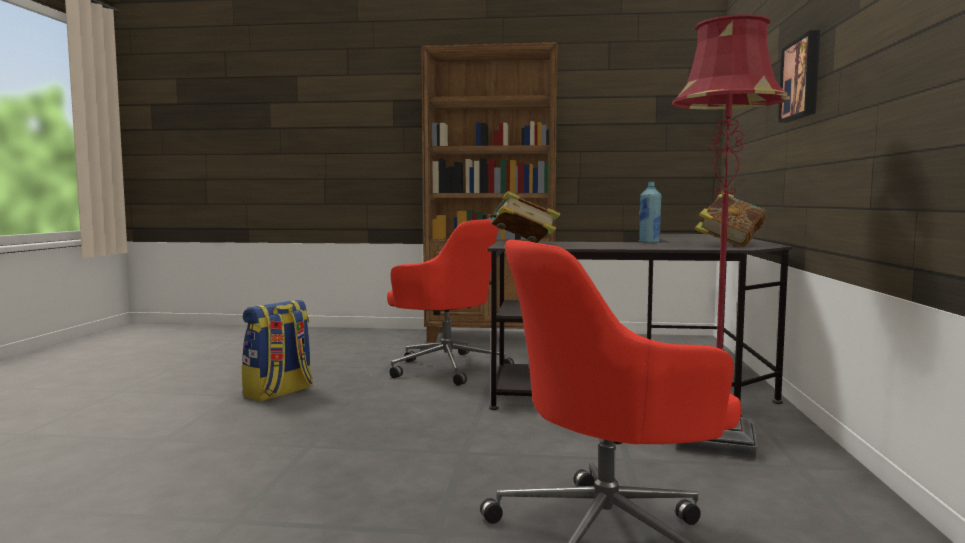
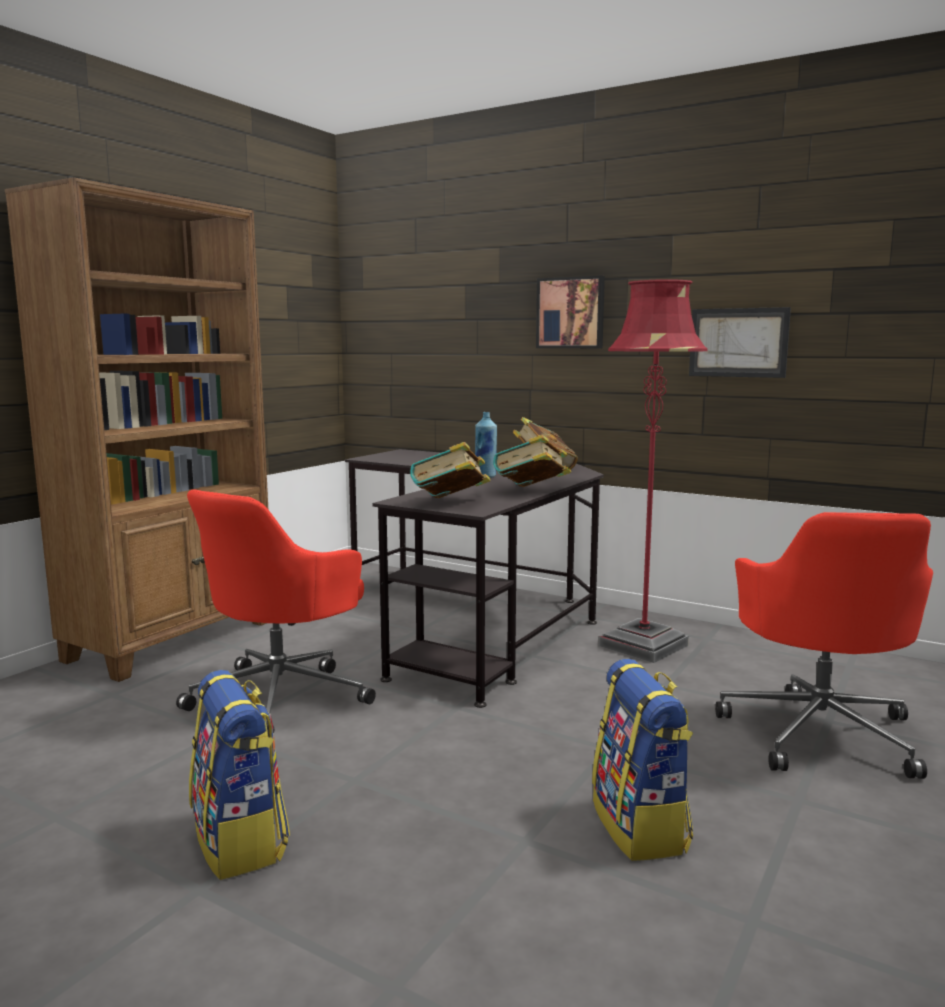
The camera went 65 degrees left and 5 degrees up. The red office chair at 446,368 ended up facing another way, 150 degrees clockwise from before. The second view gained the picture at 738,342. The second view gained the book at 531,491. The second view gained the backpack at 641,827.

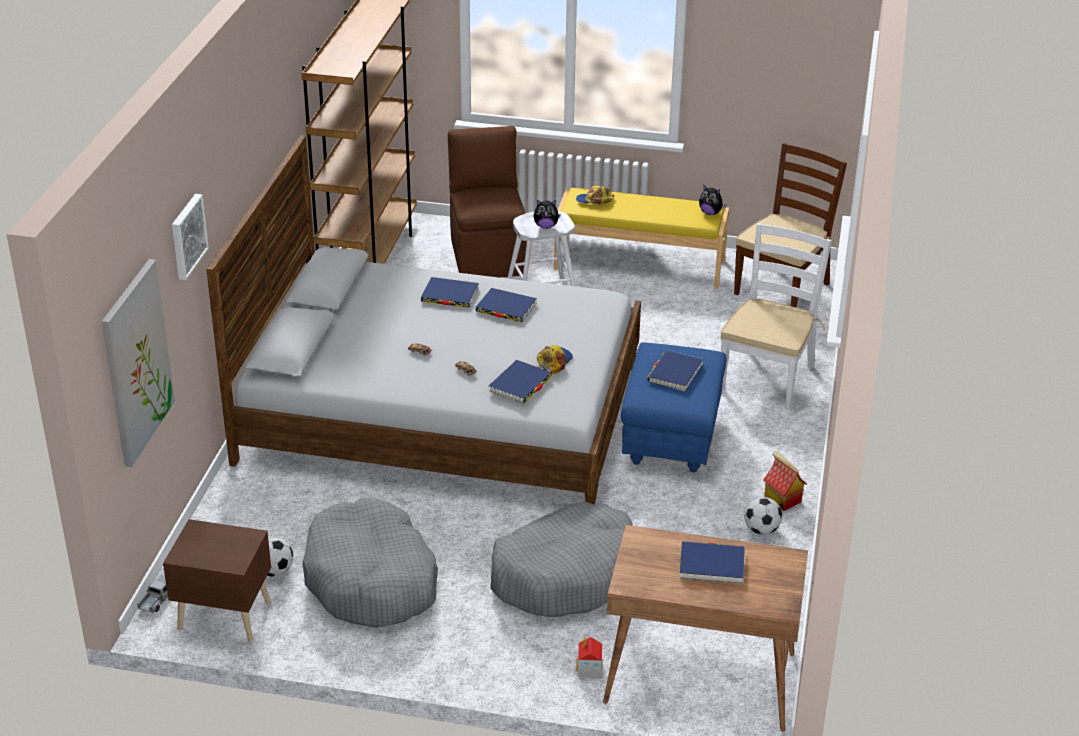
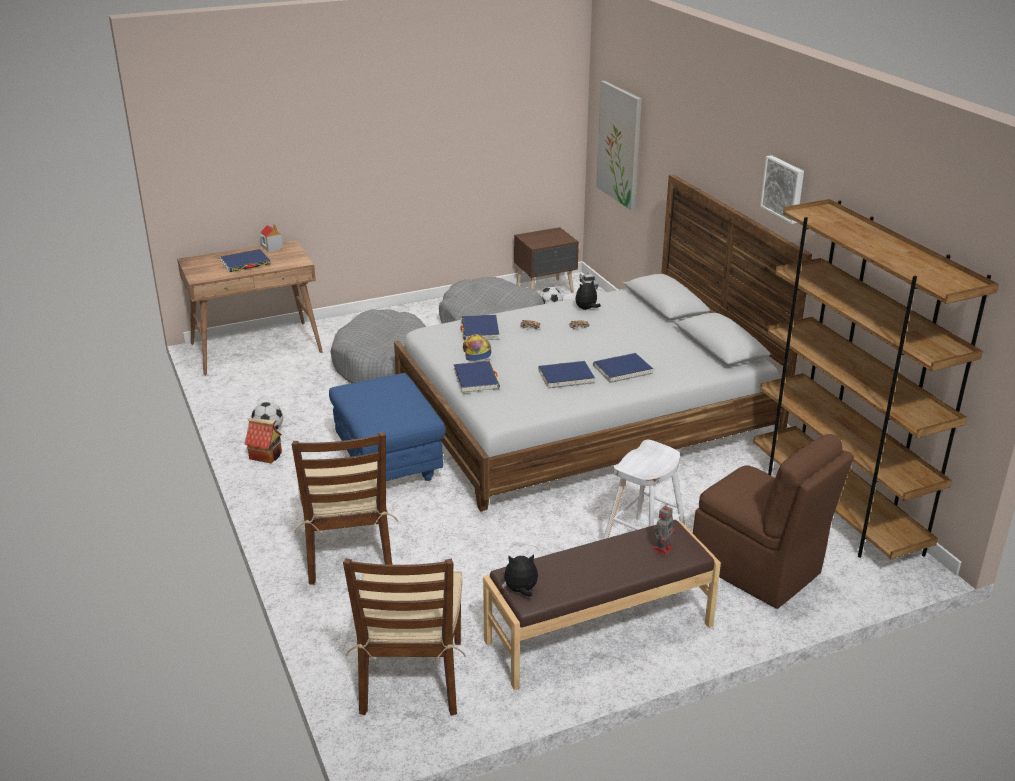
The camera went 145 degrees right and 5 degrees down. Where the cap stood at 594,200, the toy robot came to stand at 663,548. What was the yellow bench at 639,264 turned into the brown bench at 600,634. The picture ended up elsewhere, having gone from 187,236 to 784,188. The plush toy ended up elsewhere, having gone from 546,226 to 586,309. What was the white chair at 767,377 turned into the brown chair at 348,552. The blue book ended up elsewhere, having gone from 675,373 to 476,379. The toy house ended up elsewhere, having gone from 589,669 to 272,247.

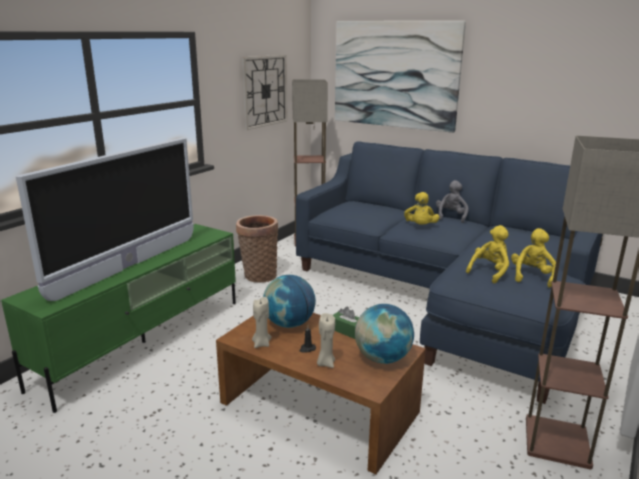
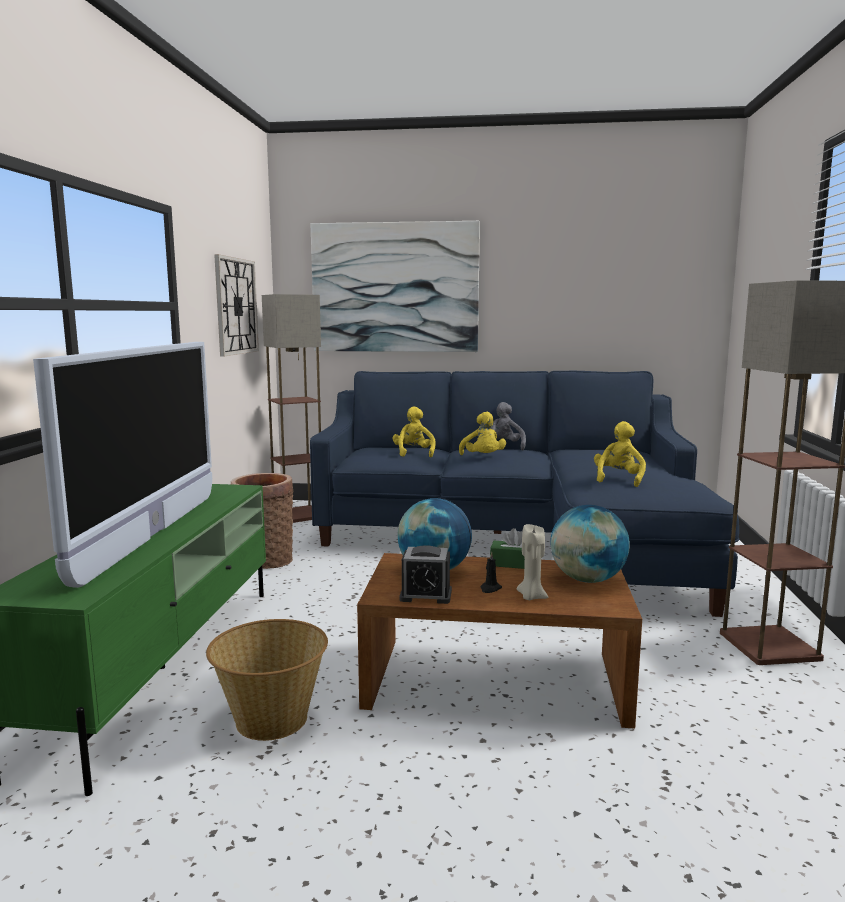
The camera went 25 degrees left and 10 degrees down. The yellow plush toy ended up elsewhere, having gone from 531,276 to 413,453. Where the beige candle stood at 261,344, the alarm clock came to stand at 426,595. The second view gained the basket at 271,720.

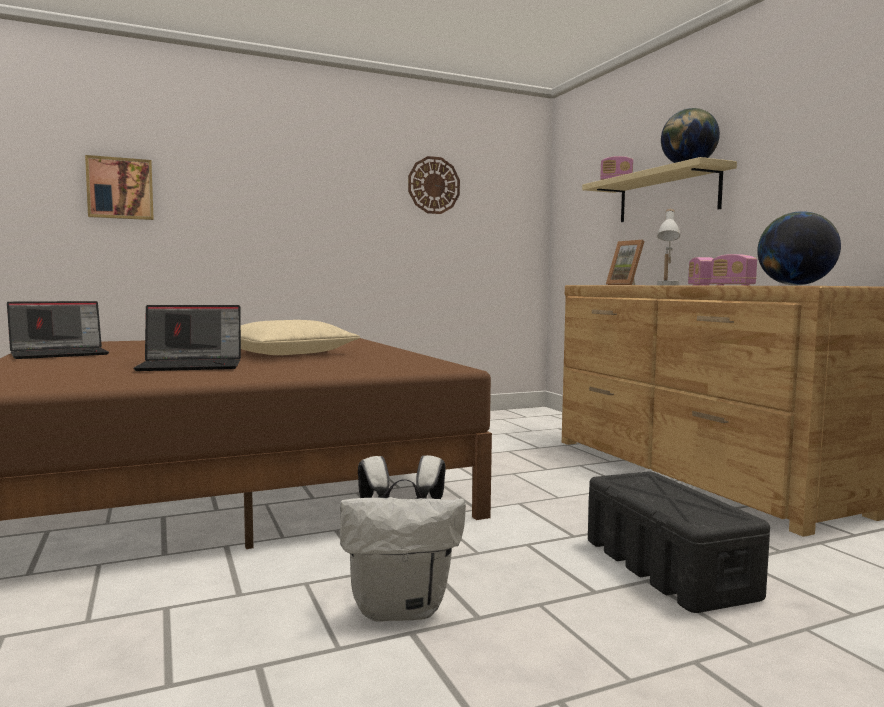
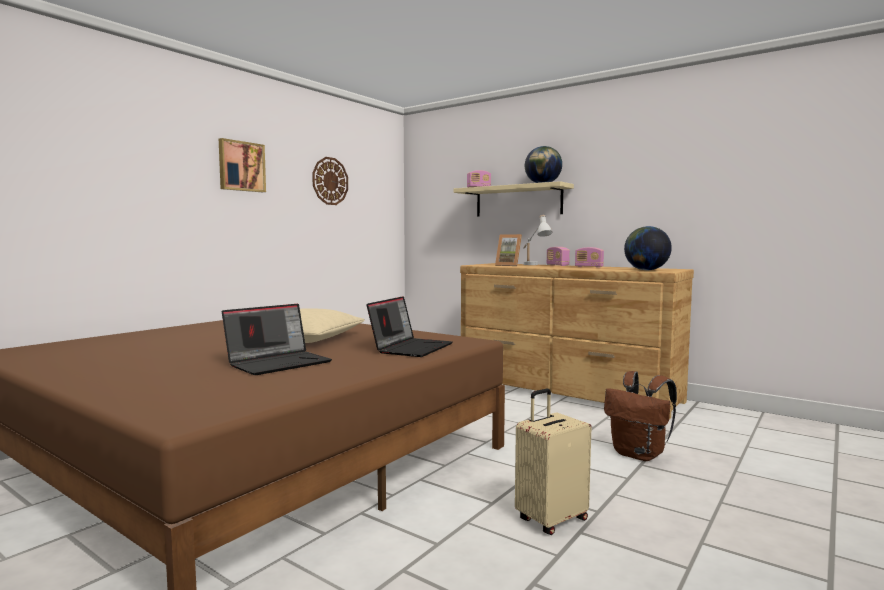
The camera went 30 degrees left and 0 degrees up. The picture ended up elsewhere, having gone from 120,188 to 241,166. The laptop ended up elsewhere, having gone from 61,354 to 411,348. Where the white backpack stood at 401,608, the beige suitcase came to stand at 550,519. Where the black storage box stood at 668,568, the brown backpack came to stand at 639,454.

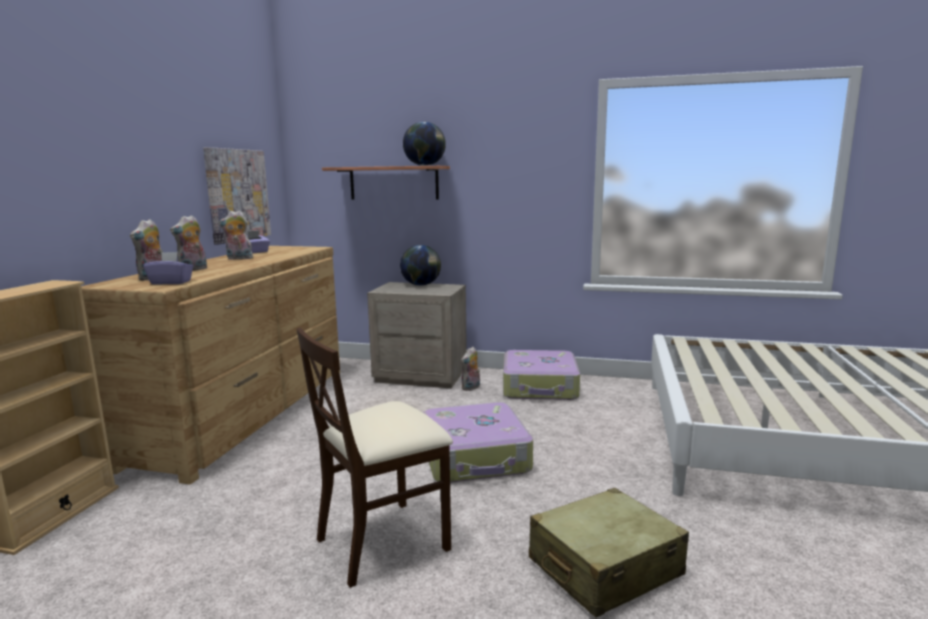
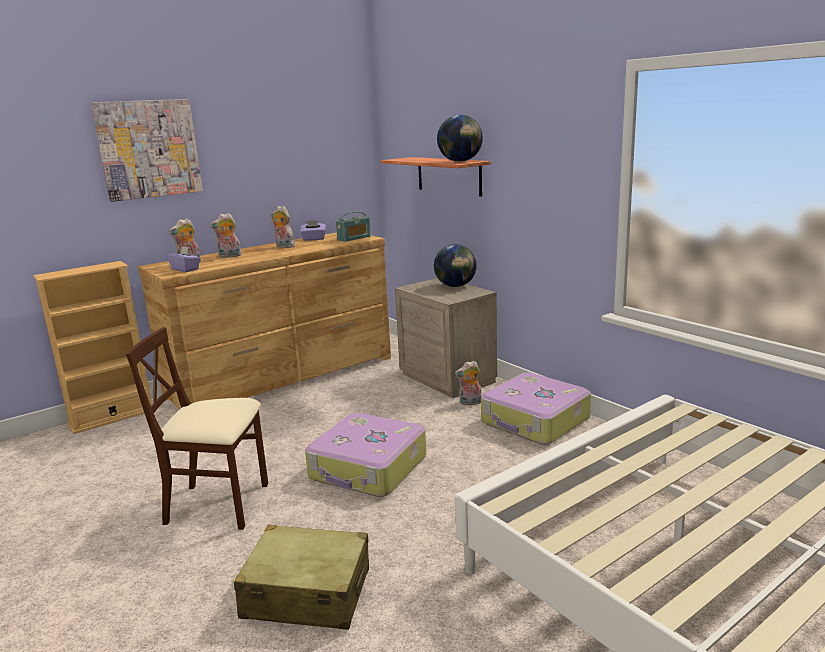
The camera went 40 degrees right and 5 degrees up. The picture ended up elsewhere, having gone from 237,195 to 149,149. The second view gained the radio at 354,238.

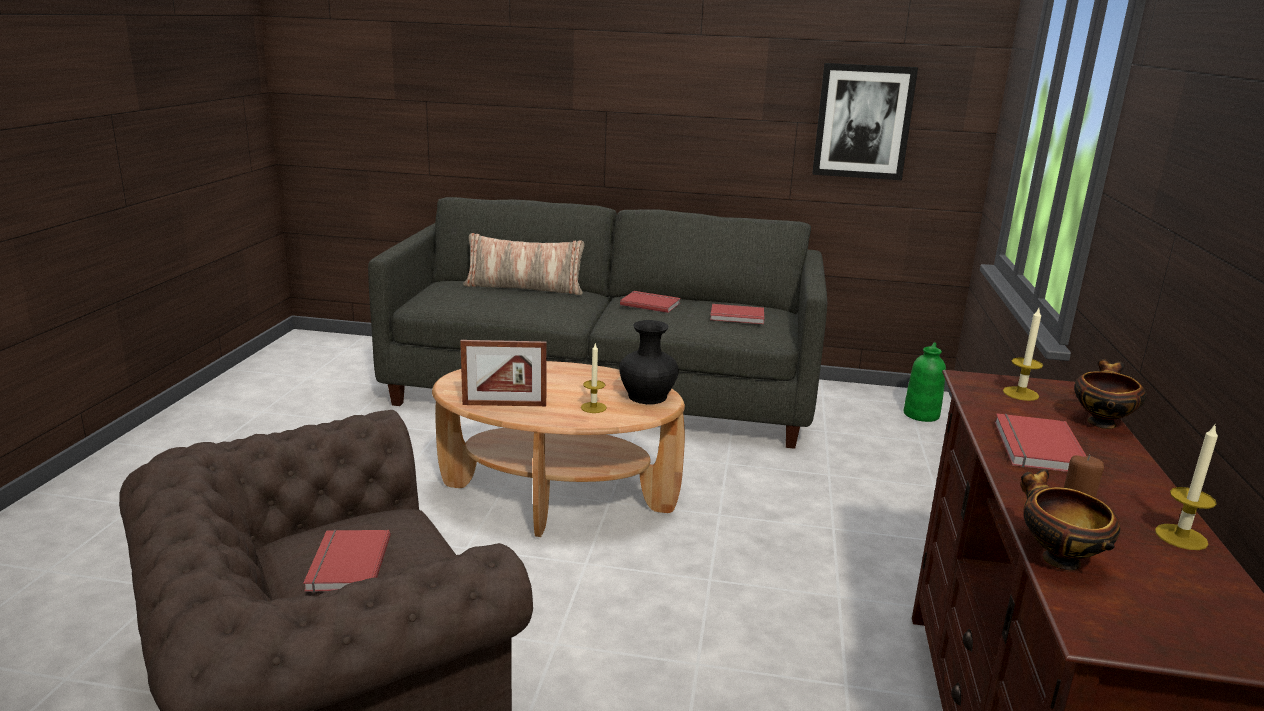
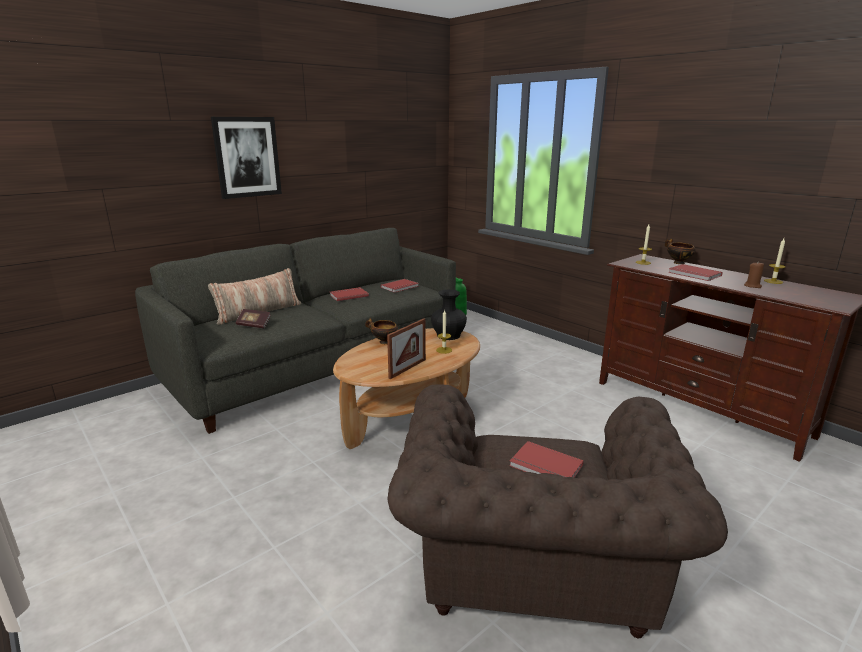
The camera went 50 degrees left and 0 degrees up. The picture ended up elsewhere, having gone from 863,122 to 247,157. The bowl ended up elsewhere, having gone from 1057,558 to 383,342. The second view gained the book at 254,325.

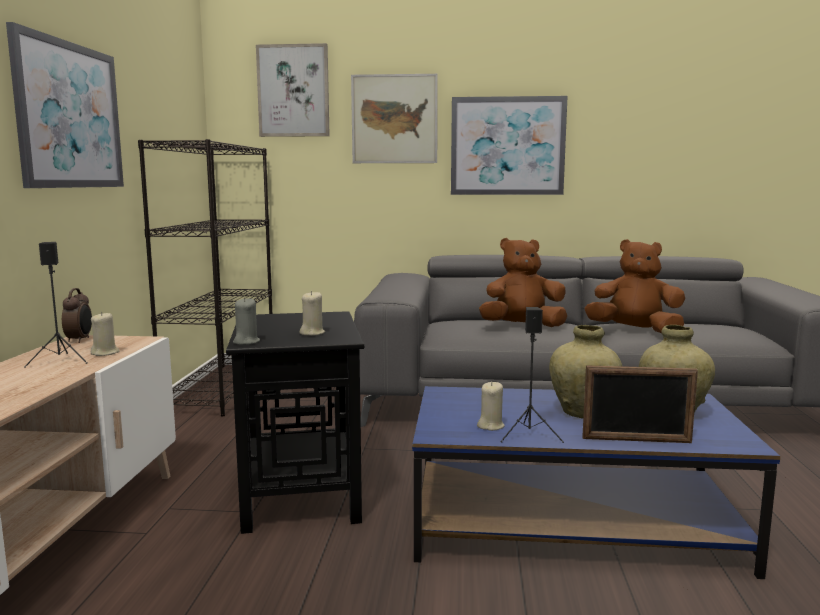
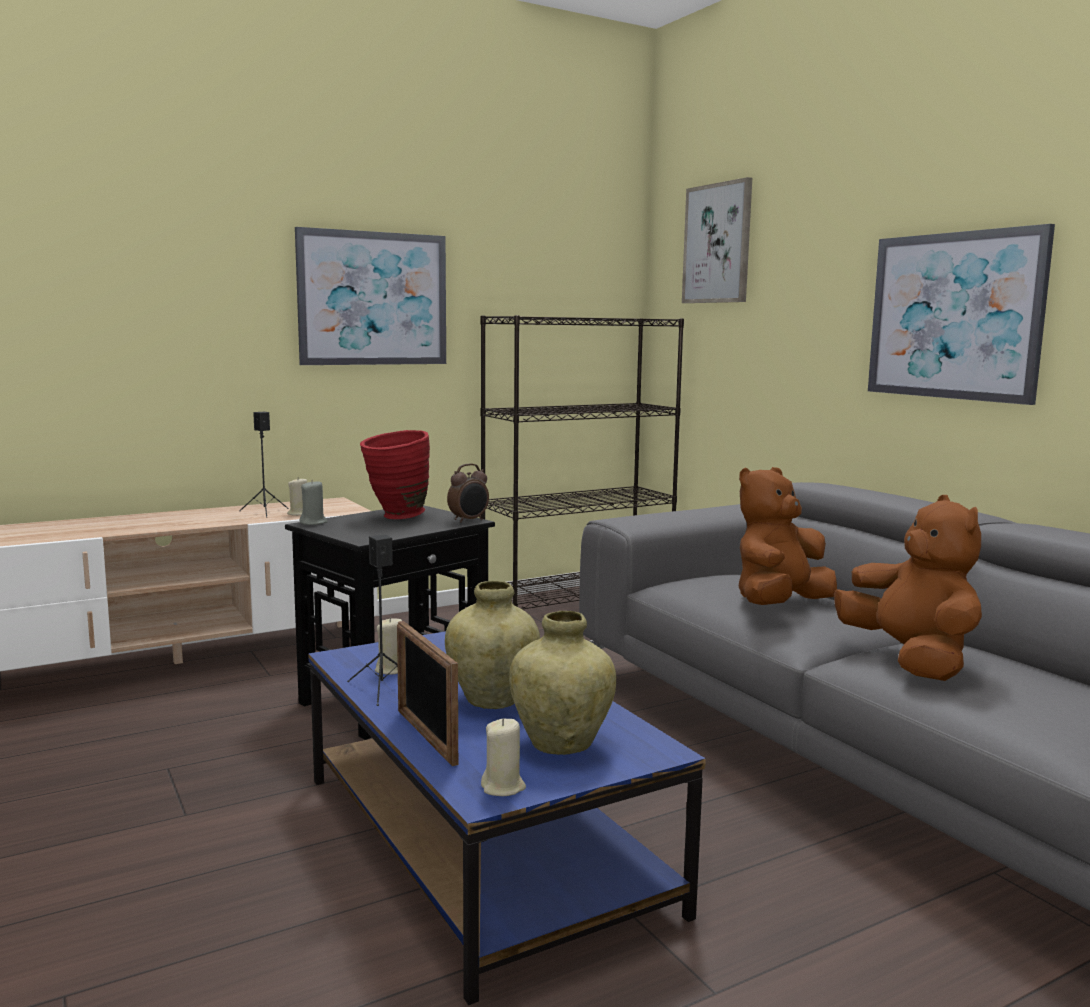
The camera went 55 degrees right and 0 degrees up. The second view lost the picture at 394,119. The brown plush toy at 522,327 ended up facing another way, 90 degrees counterclockwise from before. The alarm clock ended up elsewhere, having gone from 80,340 to 469,520. The beige candle ended up elsewhere, having gone from 312,333 to 503,787. The second view gained the red vase at 396,517.

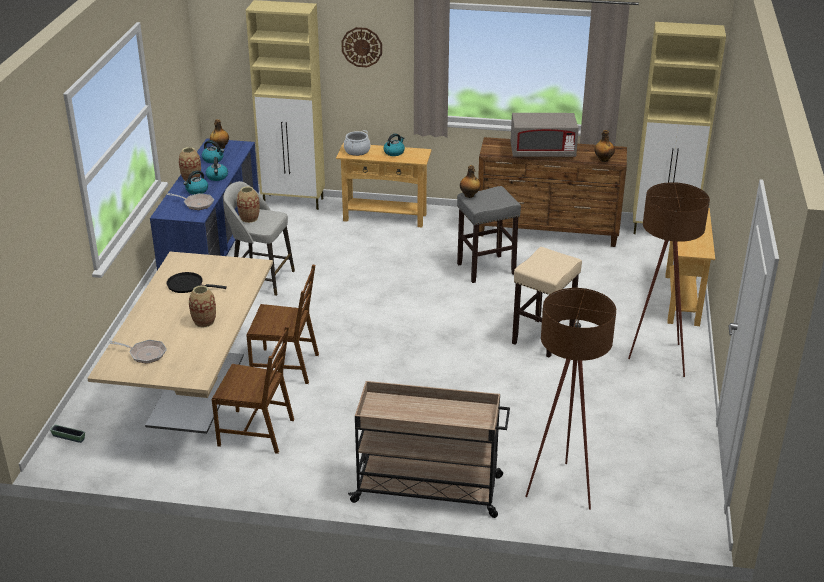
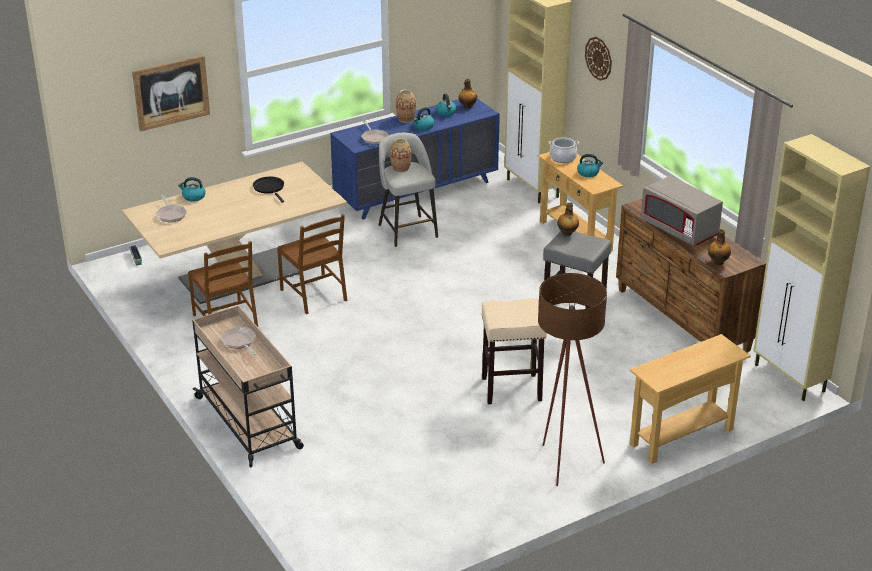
The camera went 50 degrees right and 0 degrees up. The kettle ended up elsewhere, having gone from 196,191 to 193,197. The second view lost the vase at 204,322. The second view lost the brown floor lamp at 562,484. The second view gained the picture at 171,92. The second view gained the frying pan at 240,342.

